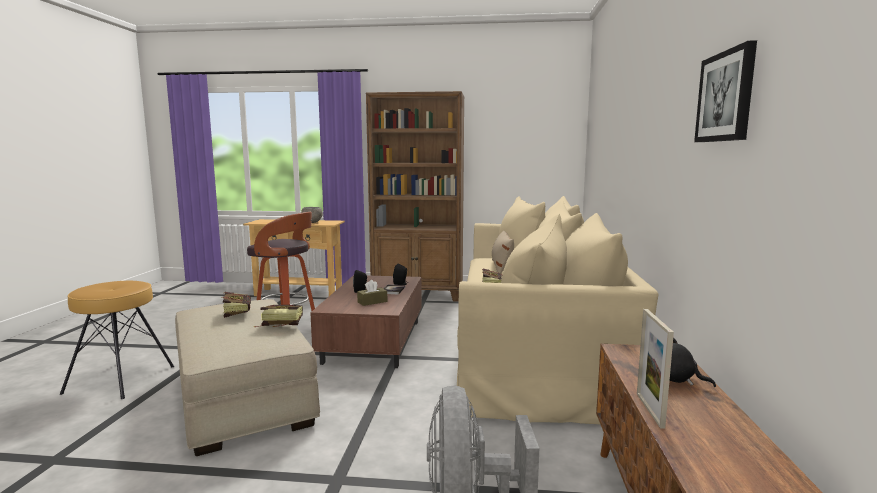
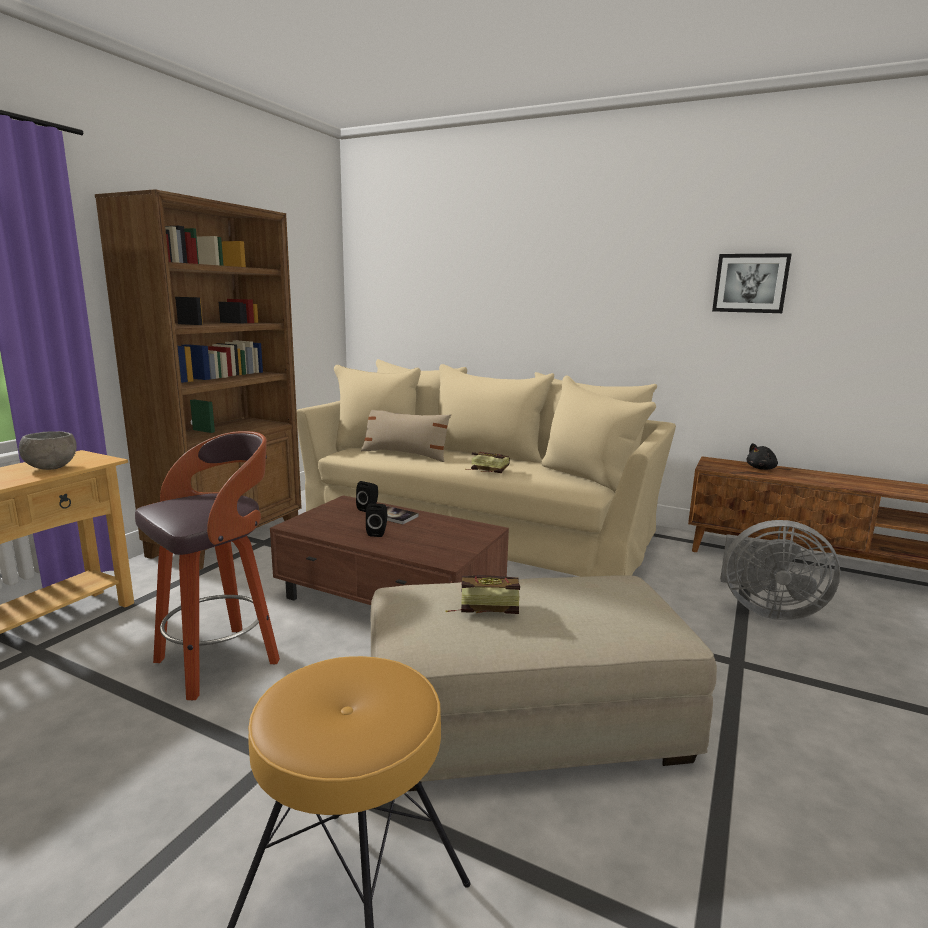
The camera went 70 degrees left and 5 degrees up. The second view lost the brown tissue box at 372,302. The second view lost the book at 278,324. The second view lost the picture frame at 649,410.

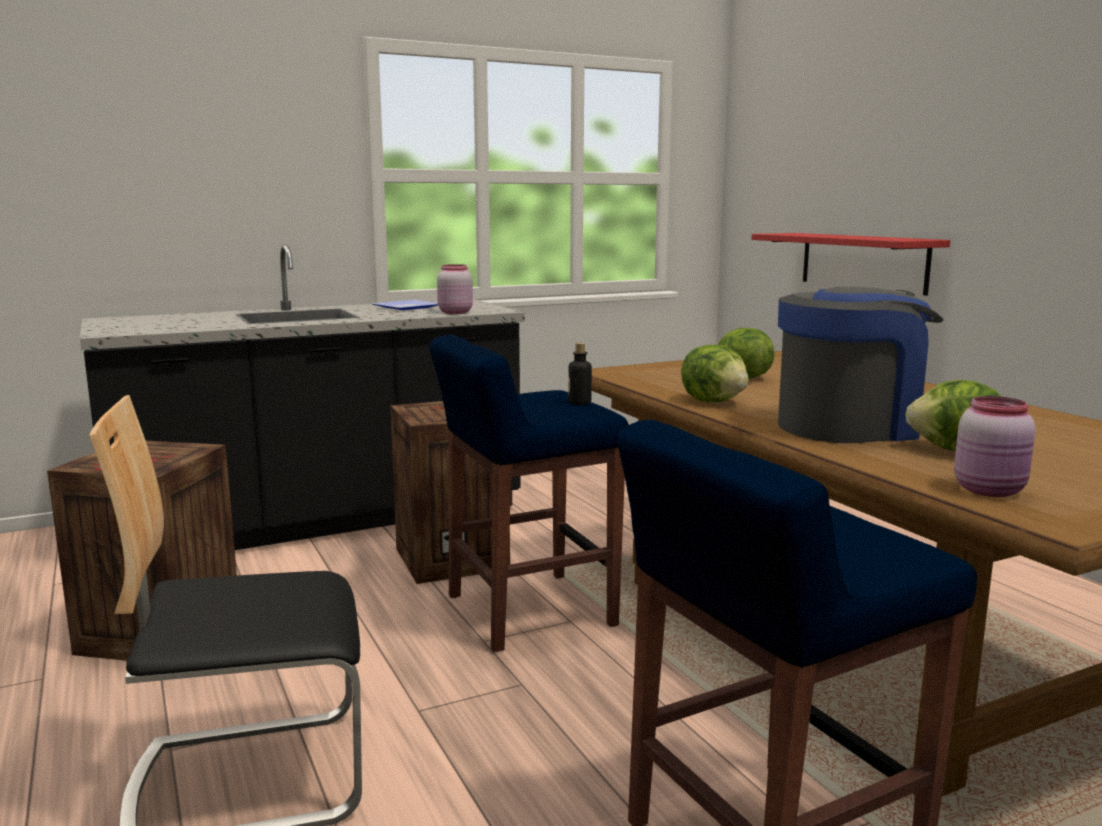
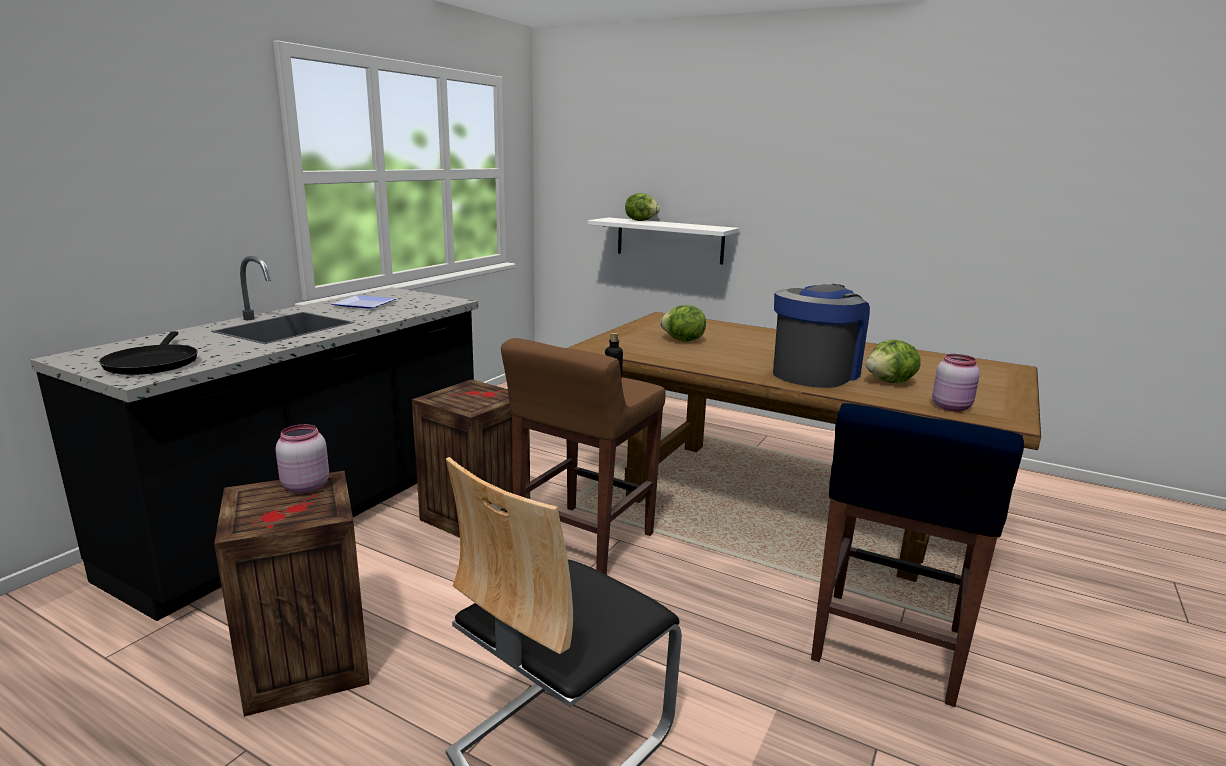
The camera went 35 degrees left and 5 degrees up. What was the red shelf at 863,262 turned into the white shelf at 669,240. The pink jar ended up elsewhere, having gone from 454,312 to 304,487. What was the blue stool at 527,611 turned into the brown stool at 583,541. The lettuce ended up elsewhere, having gone from 714,401 to 641,221. The second view gained the black frying pan at 153,363.

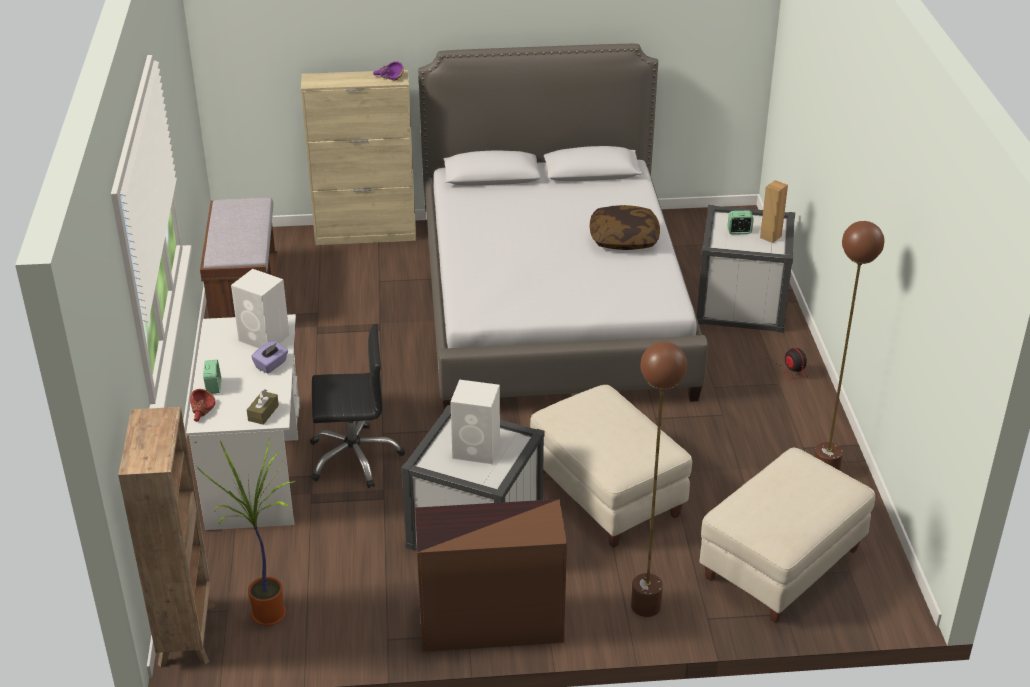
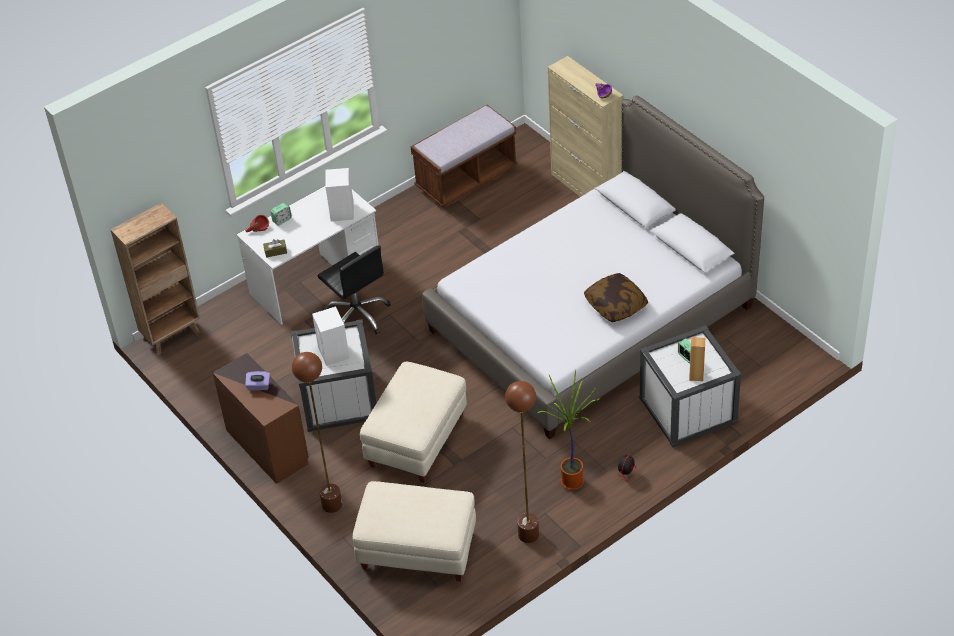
The camera went 60 degrees right and 10 degrees up. The purple tissue box ended up elsewhere, having gone from 271,365 to 259,386. The potted plant ended up elsewhere, having gone from 269,617 to 571,483.

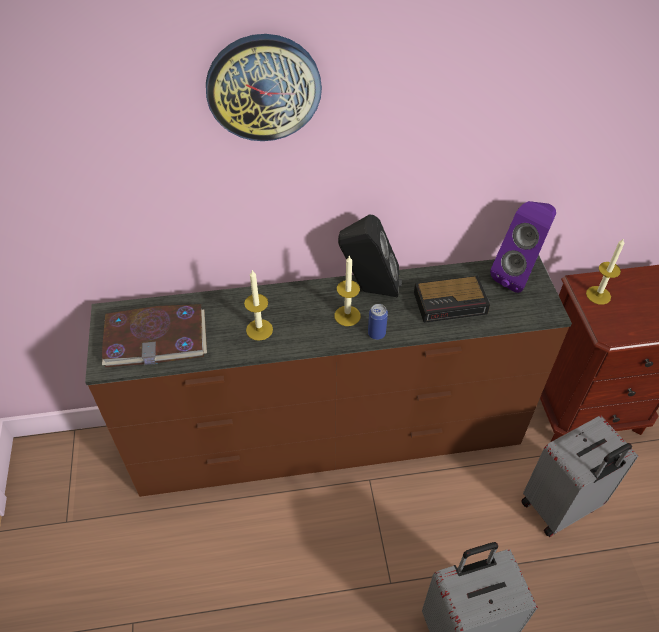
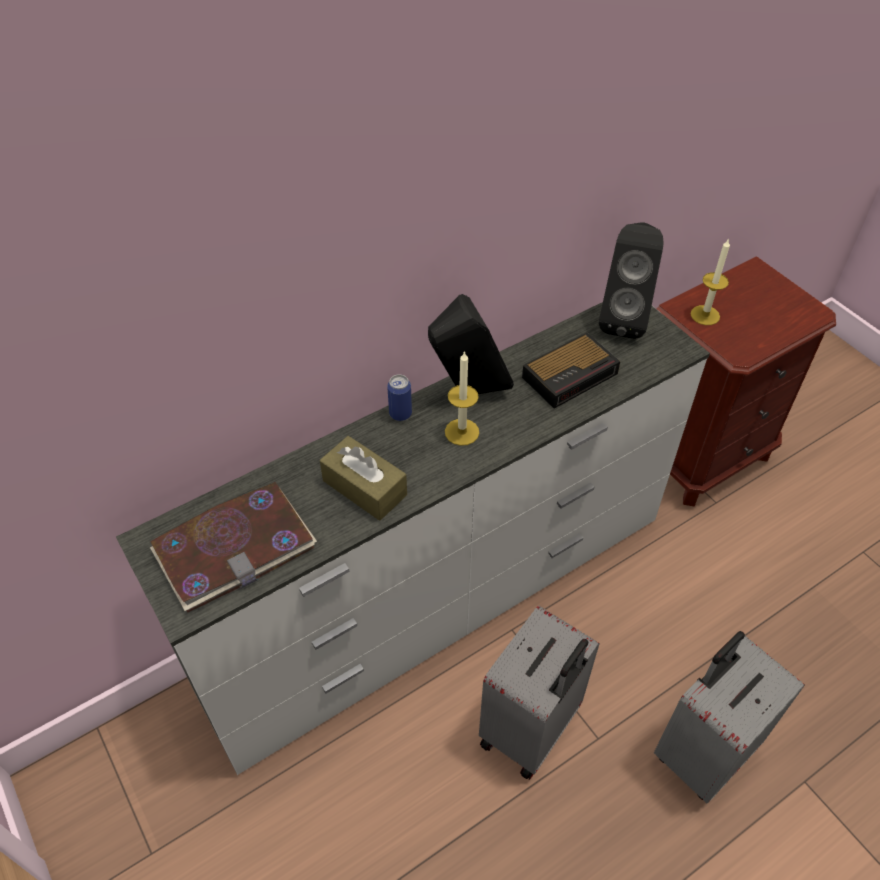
The camera went 25 degrees left and 0 degrees up. The second view lost the wall clock at 263,88. What was the purple speaker at 518,275 turned into the black speaker at 623,319. What was the brown dresser at 330,438 turned into the white dresser at 440,599. Where the candle stood at 259,329, the brown tissue box came to stand at 364,487. The can ended up elsewhere, having gone from 376,333 to 400,414. The grey suitcase ended up elsewhere, having gone from 561,507 to 531,730.

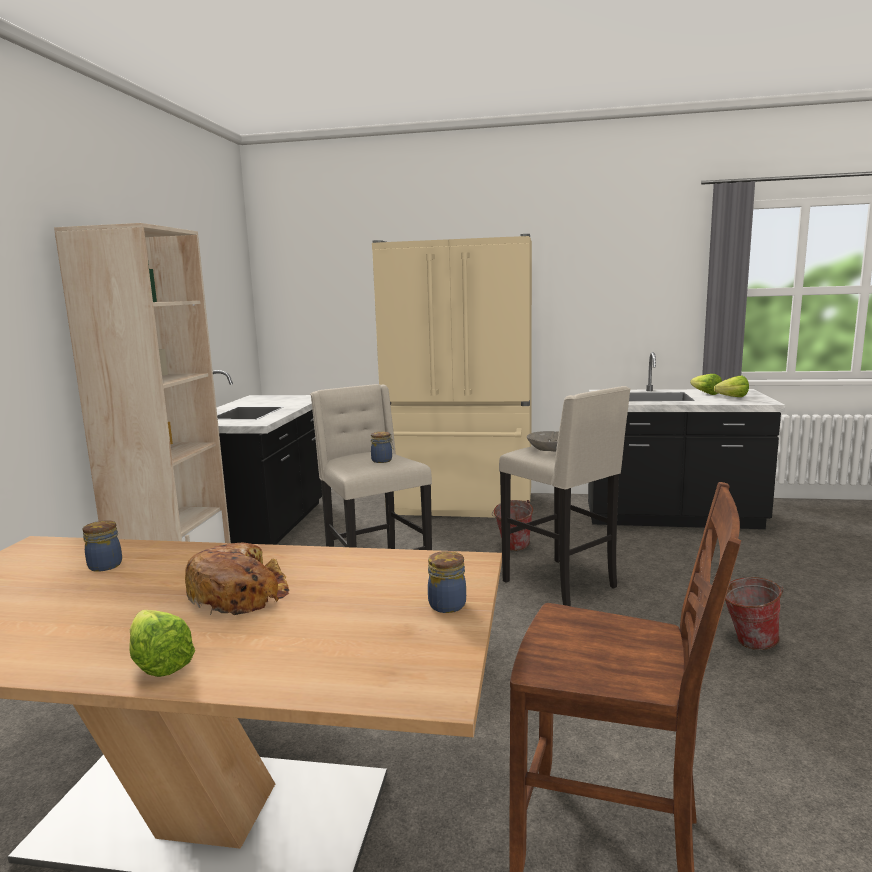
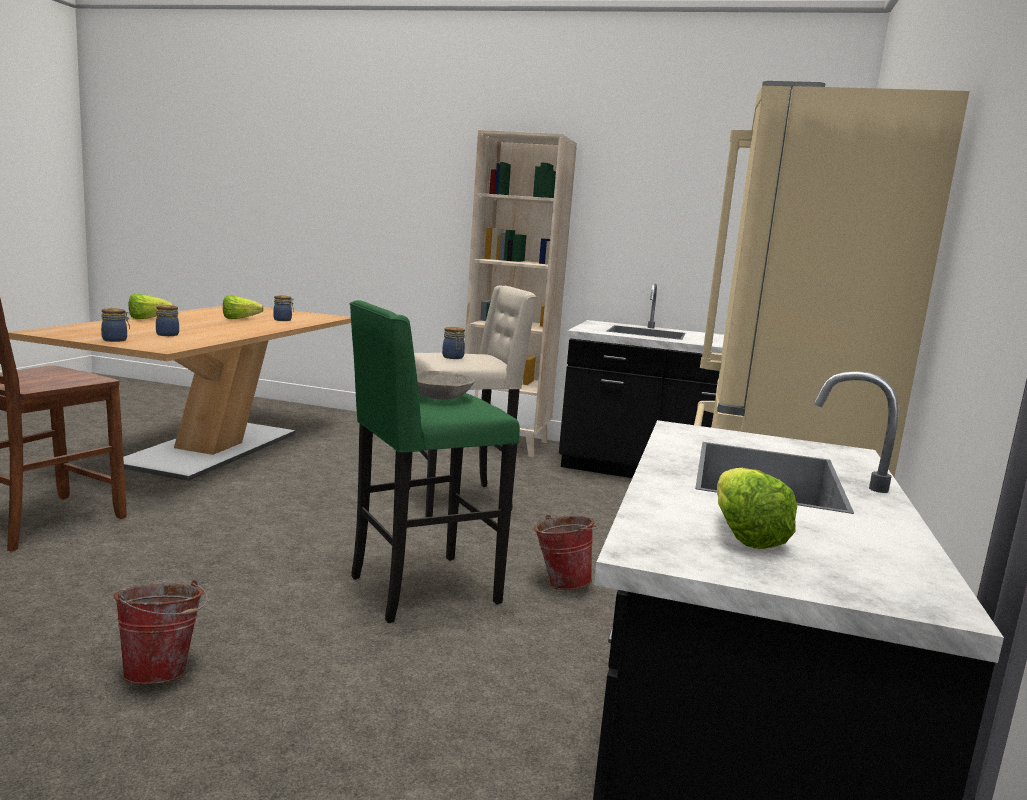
The camera went 95 degrees right and 0 degrees up. The lettuce ended up elsewhere, having gone from 704,393 to 243,319. What was the beige stool at 562,585 turned into the green stool at 420,590. The second view lost the bread at 240,594. The second view gained the jar at 167,334.

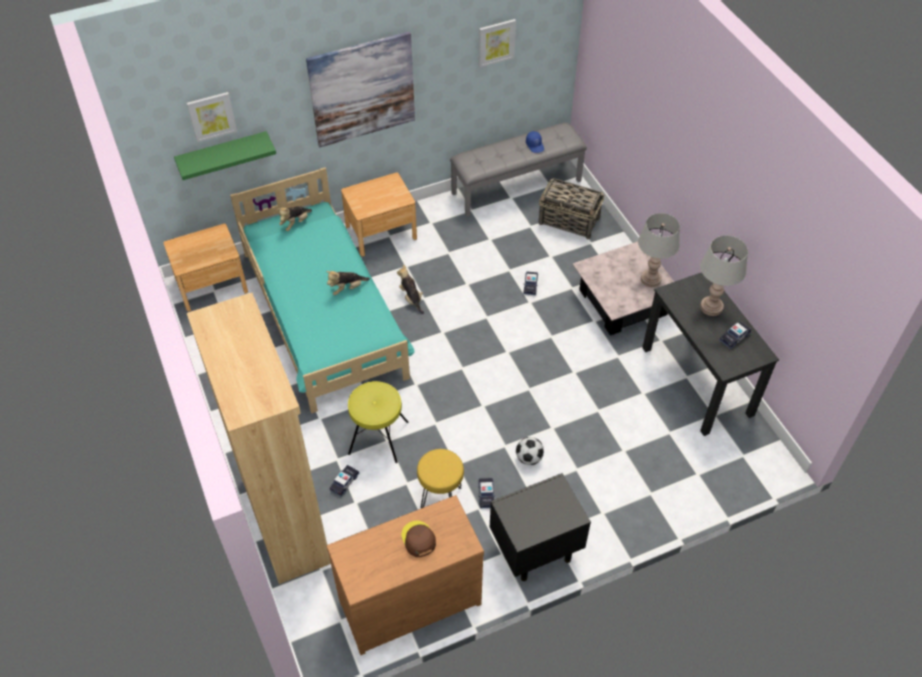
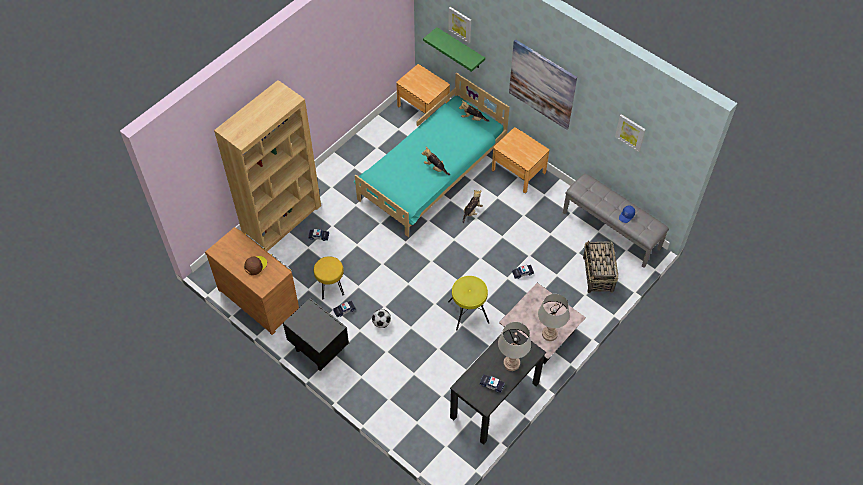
The camera went 65 degrees right and 5 degrees up. The yellow stool ended up elsewhere, having gone from 378,438 to 468,312.

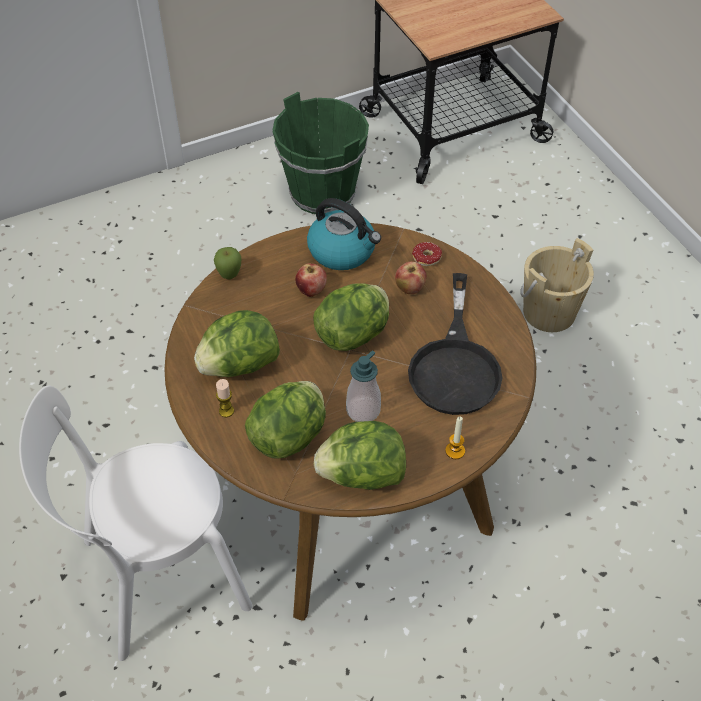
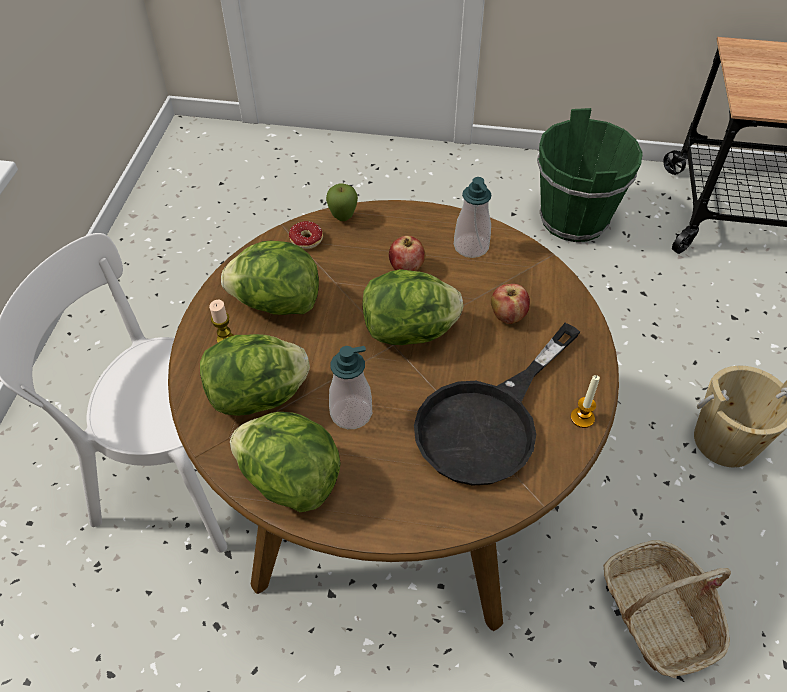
The camera went 35 degrees right and 0 degrees up. Where the kettle stood at 343,251, the soap dispenser came to stand at 471,246. The donut ended up elsewhere, having gone from 426,262 to 302,243. The candle ended up elsewhere, having gone from 455,451 to 582,418. The second view gained the basket at 657,615.

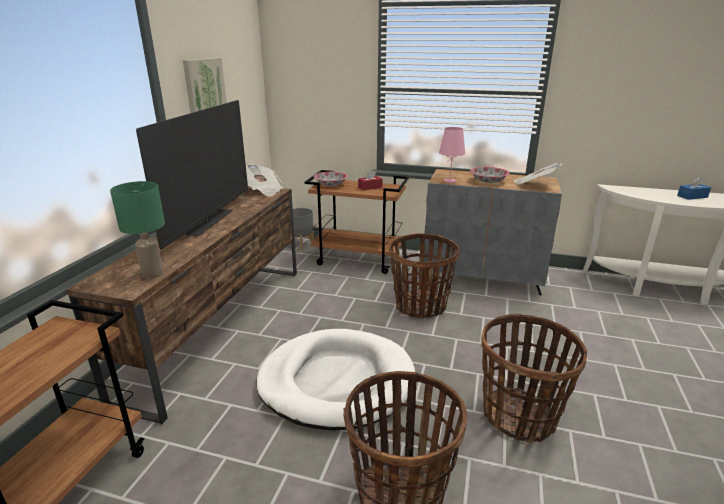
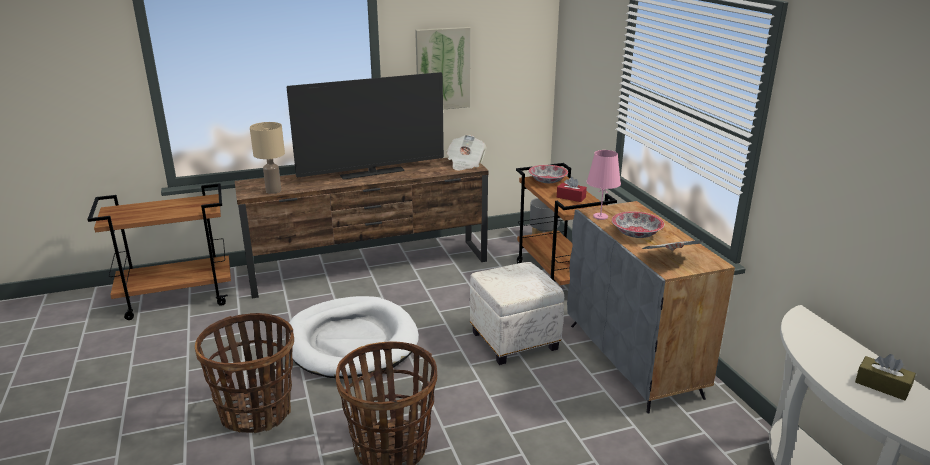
The camera went 55 degrees right and 0 degrees up. What was the blue tissue box at 692,196 turned into the brown tissue box at 882,385. What was the green table lamp at 153,273 turned into the beige table lamp at 274,191. Where the basket stood at 420,306, the white ottoman came to stand at 514,341.

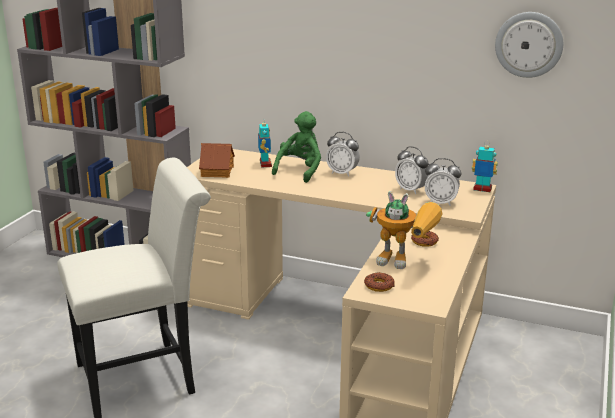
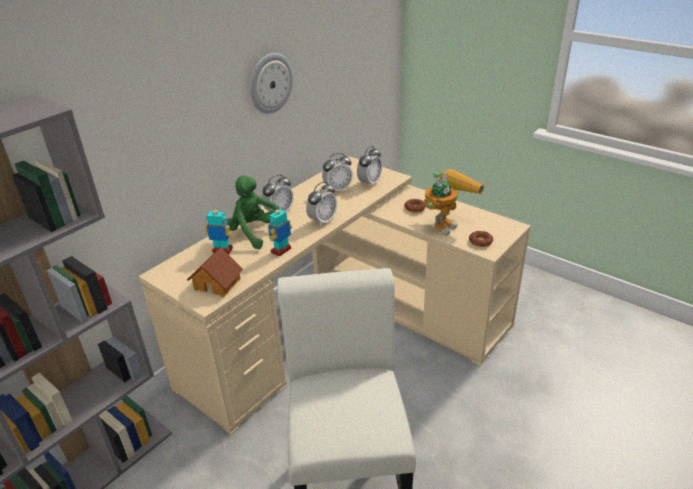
The camera went 70 degrees left and 10 degrees up. The wall clock ended up elsewhere, having gone from 529,44 to 270,83. The toy robot ended up elsewhere, having gone from 482,189 to 281,251. The second view gained the alarm clock at 322,221.

